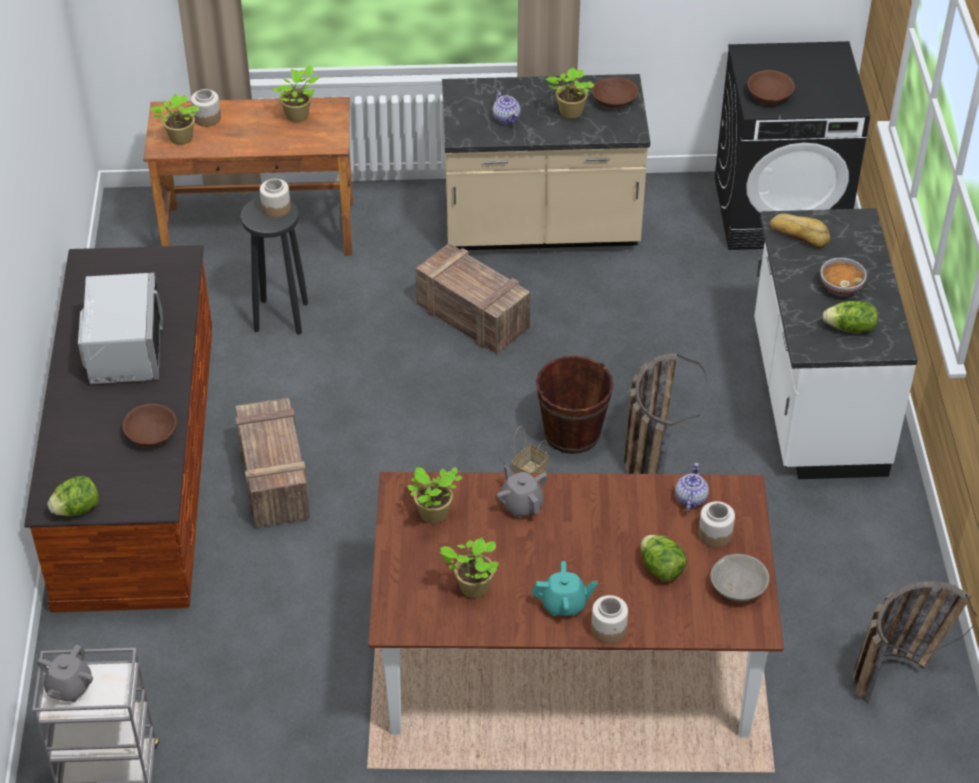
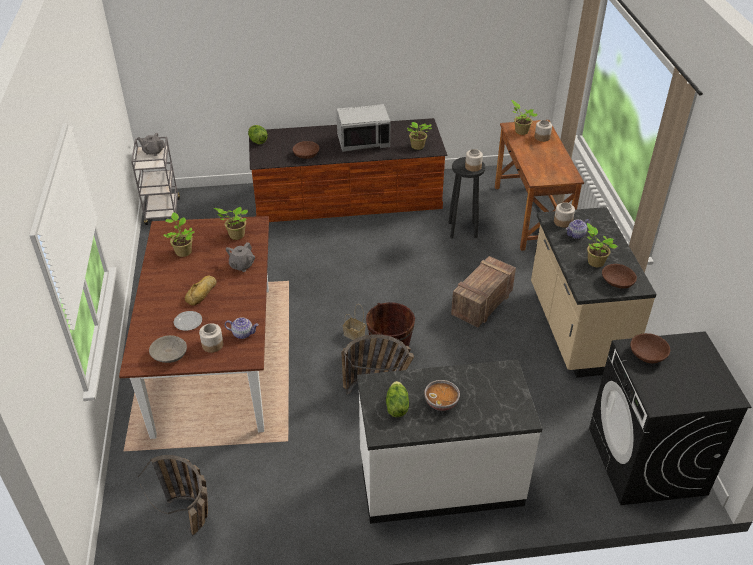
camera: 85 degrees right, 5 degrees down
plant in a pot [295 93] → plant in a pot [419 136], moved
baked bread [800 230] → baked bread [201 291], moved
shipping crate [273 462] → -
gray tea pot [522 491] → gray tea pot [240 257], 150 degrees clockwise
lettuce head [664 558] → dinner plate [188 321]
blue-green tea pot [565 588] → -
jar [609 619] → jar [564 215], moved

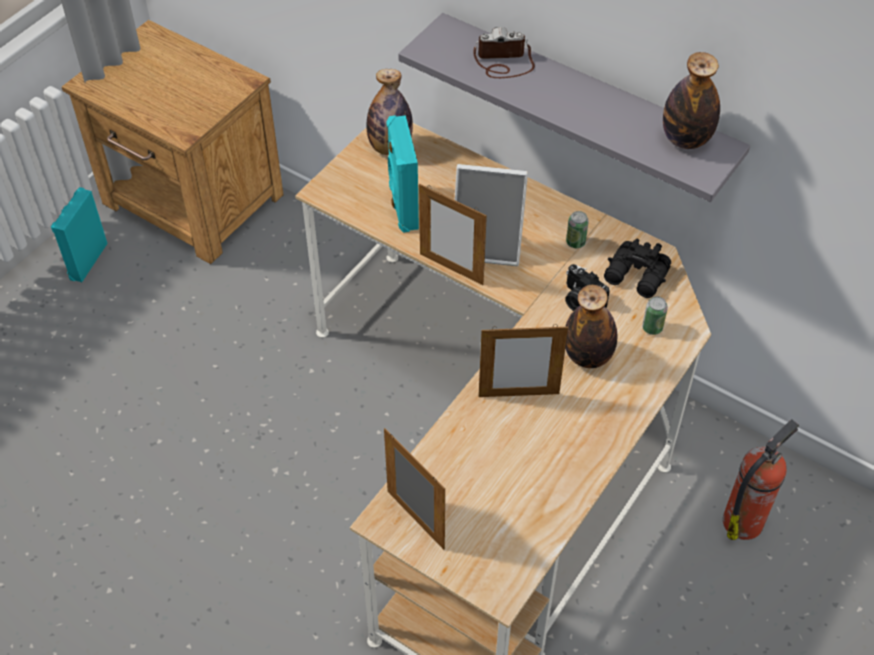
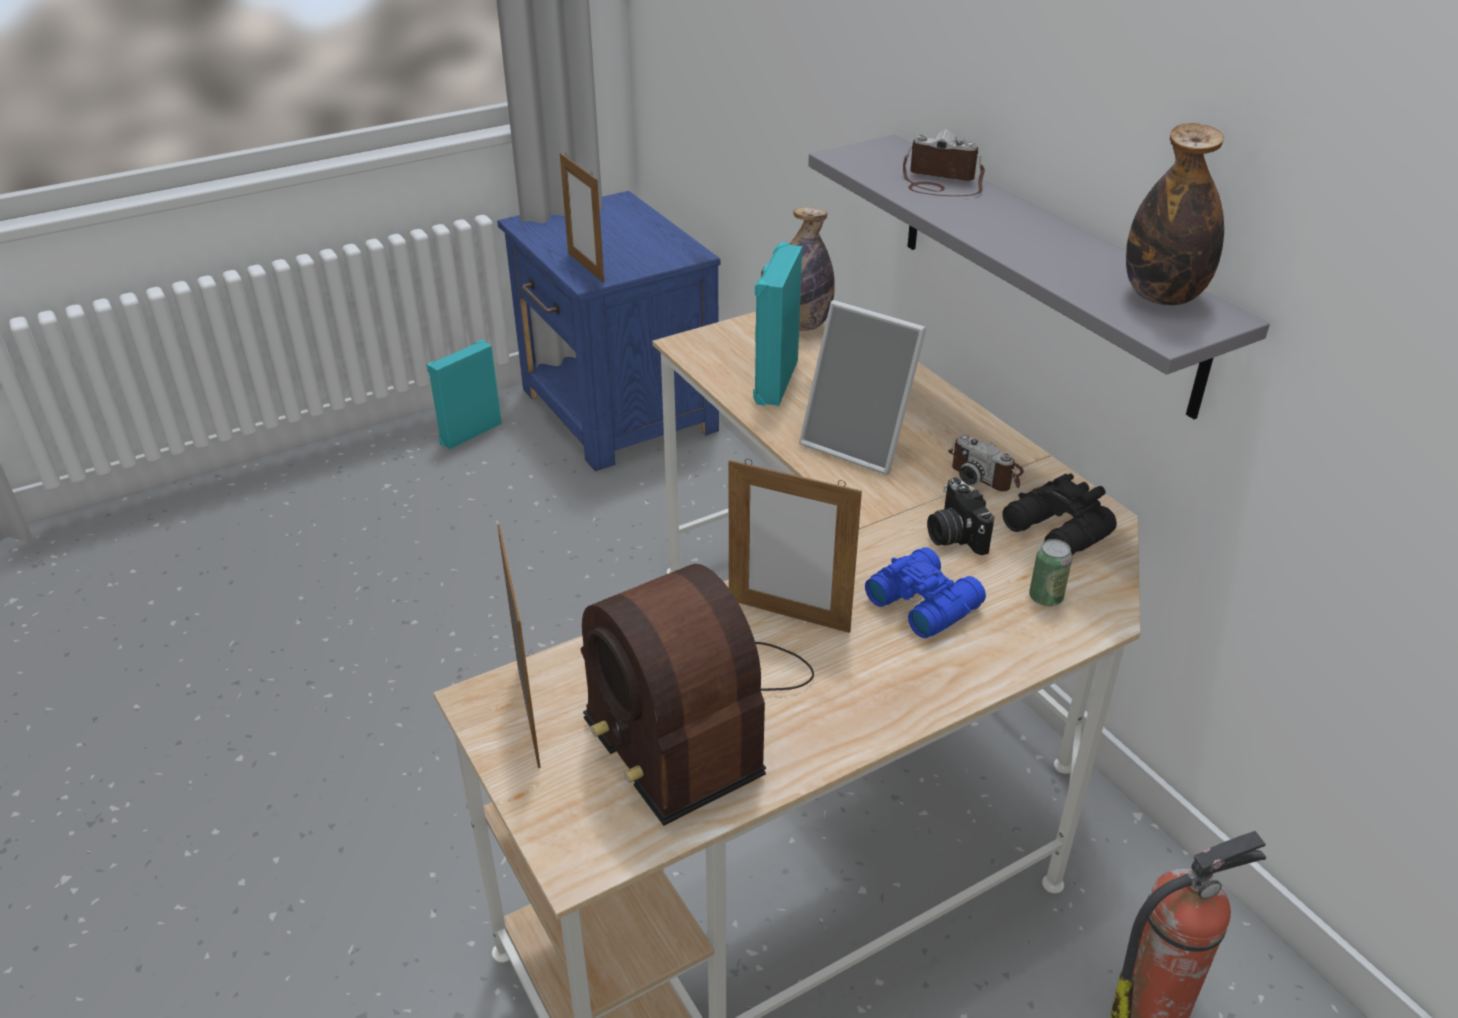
camera: 25 degrees right, 15 degrees down
brownish bedside table [173 142] → bluish bedside table [608 331]
photo frame [453 234] → photo frame [582 218], moved
can [577 229] → photo camera [986 463]
bottle [591 326] → bluish pair of binoculars [925 592]
- → radio [697 695]

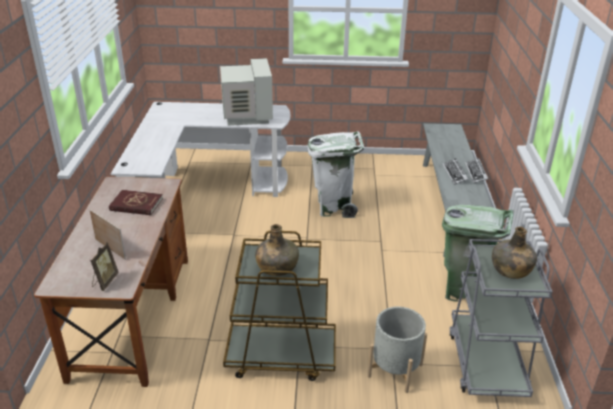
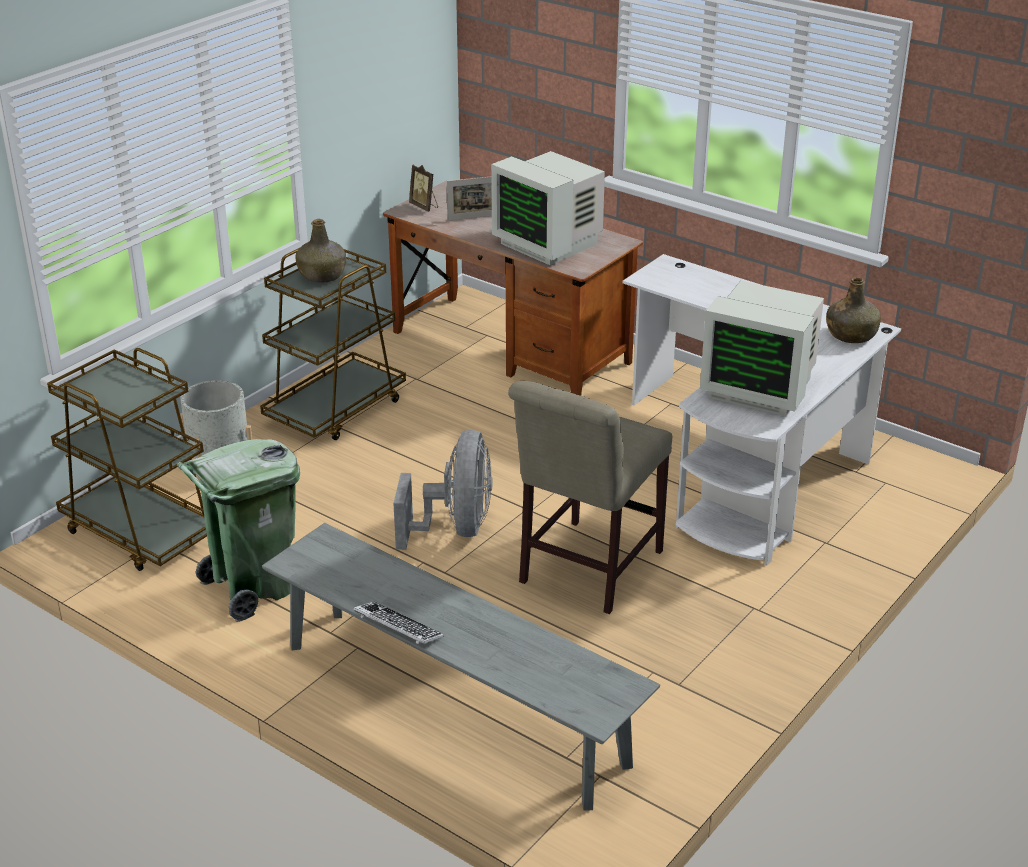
camera: 125 degrees right, 0 degrees up
white trash can [335 174] → beige-coloured chair [590 497]
computer keyboard [455 171] → -
red book [136 202] → computer screen [548 208]
green bottle [514 253] → green bottle [853 310], moved
gray wheeled cart [501 318] → brownish wheeled cart [127 459]
- → gray cooling fan [443 490]

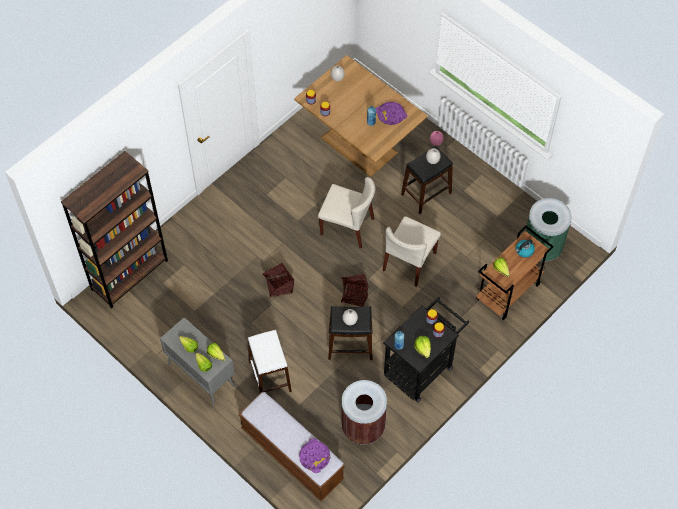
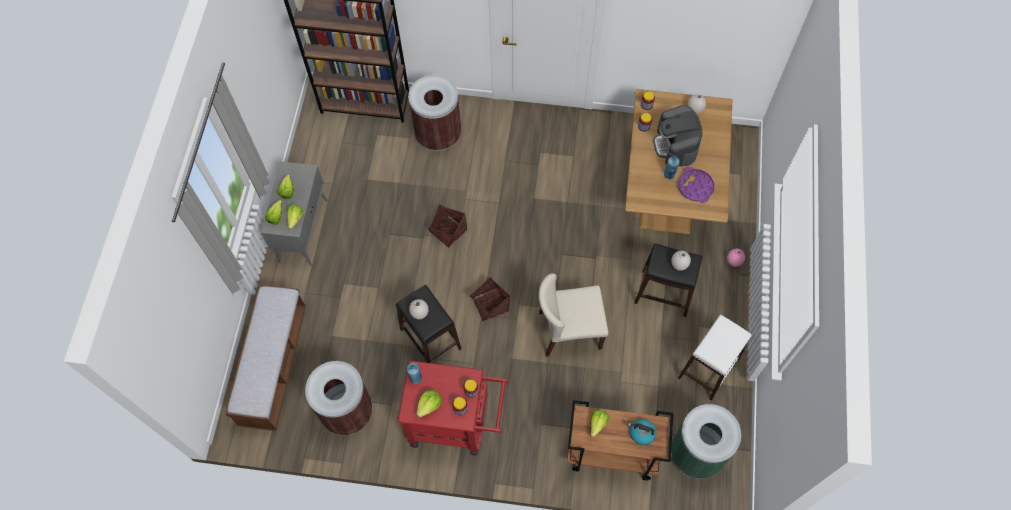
camera: 55 degrees right, 5 degrees up
beige-coloured chair [346 212] → -
black wheeled cart [426 349] → red wheeled cart [453 408]
white sitting stool [270 361] → white sitting stool [715 358], moved
purple serving tray [314 455] → -
- → brownish trash can [434 113]
- → coffee brewer [677 136]

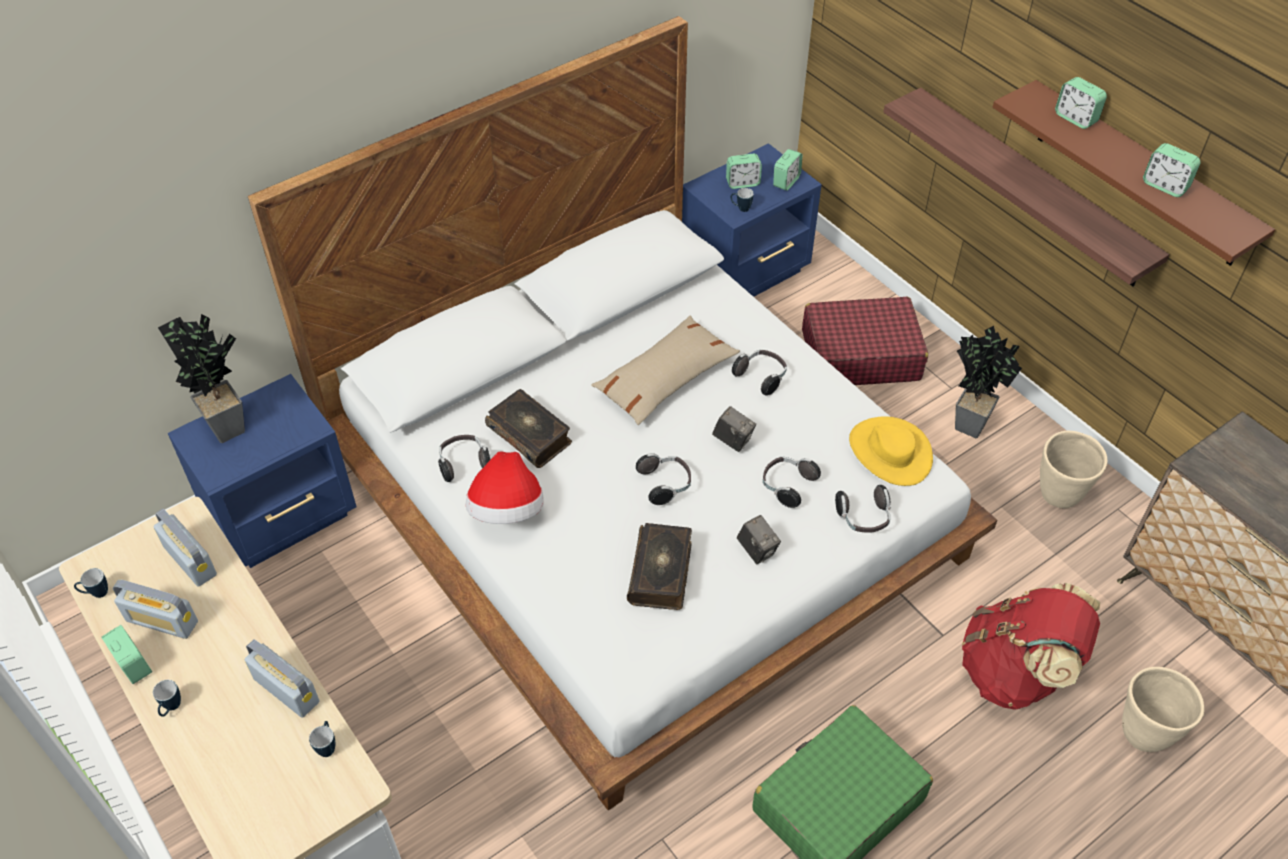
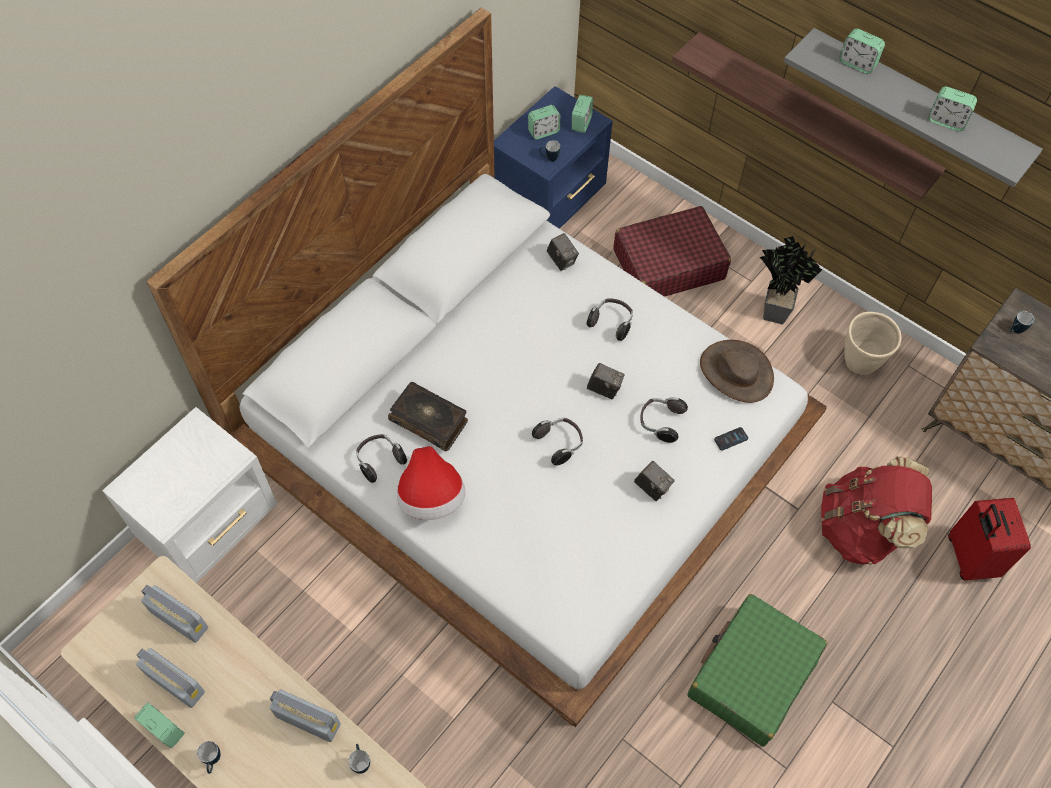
camera: 15 degrees left, 10 degrees up
brownish bracket shelf [1134 173] → gray bracket shelf [913 107]
plant in a pot [201 378] → -
beige-coloured pillow [665 370] → -
bluish bedside table [262 471] → white bedside table [189 495]
yellow-coloured wearable hat [891 451] → brownish wearable hat [737 371]
headphones [863 509] → phone [731 439]
book [659 566] → -
coffee mug [91 583] → coffee mug [1022 322], moved
radio [155 609] → radio [170 678], 150 degrees counterclockwise
beige-coloured flower pot [1163 709] → red suitcase [989 539]
- → photo camera [563 252]

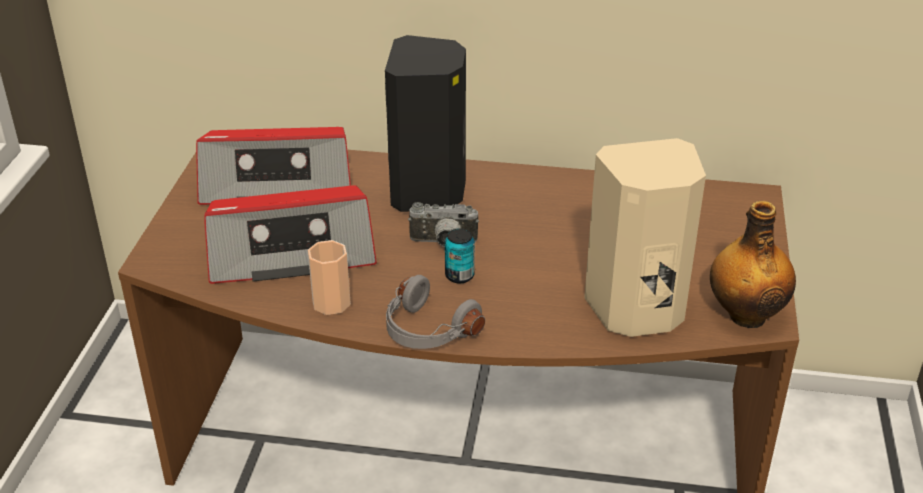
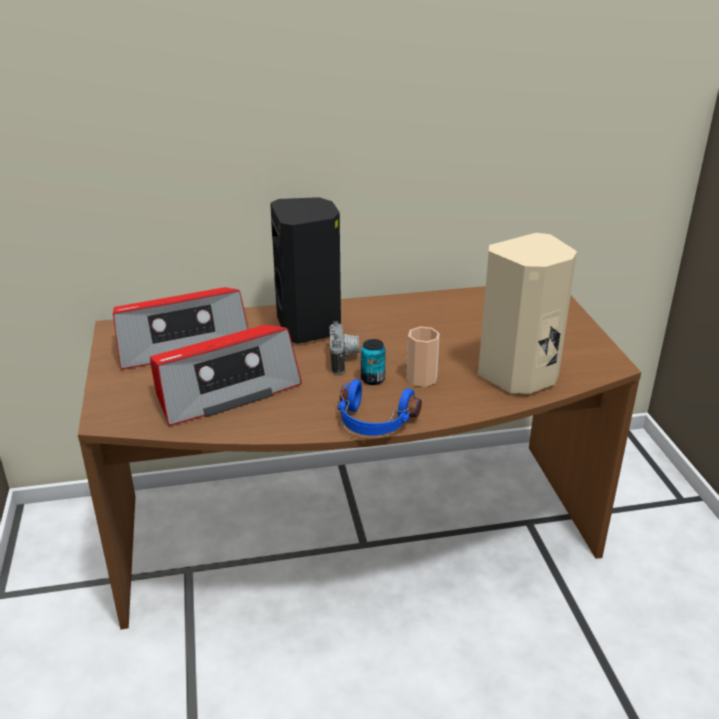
camera: 20 degrees left, 5 degrees down
bottle [753 264] → -
photo camera [443 224] → photo camera [344 347], 75 degrees counterclockwise
small cup [329 277] → small cup [423 357], moved
gray headphones [435 312] → bluish headphones [380 407]

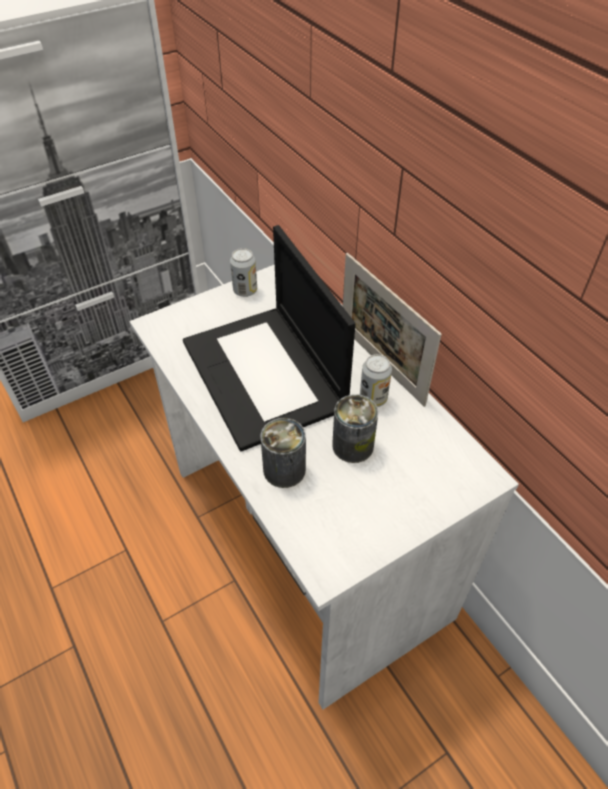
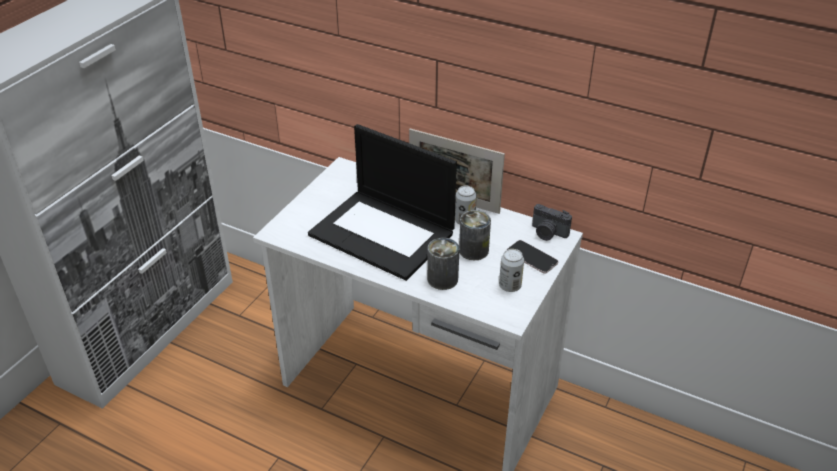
camera: 30 degrees left, 10 degrees down
can [243 272] → can [511 270], moved
- → photo camera [552 222]
- → phone [532 256]

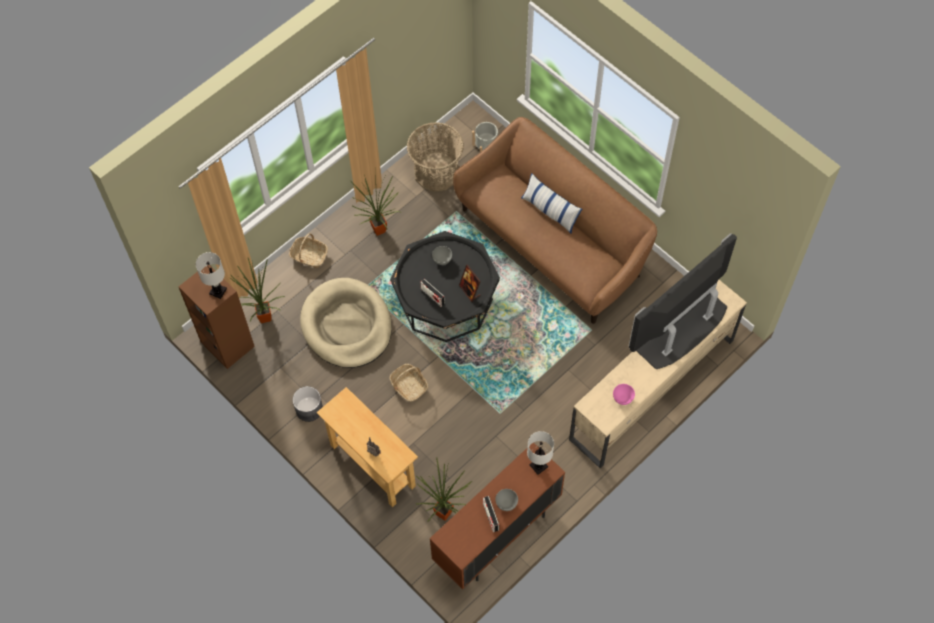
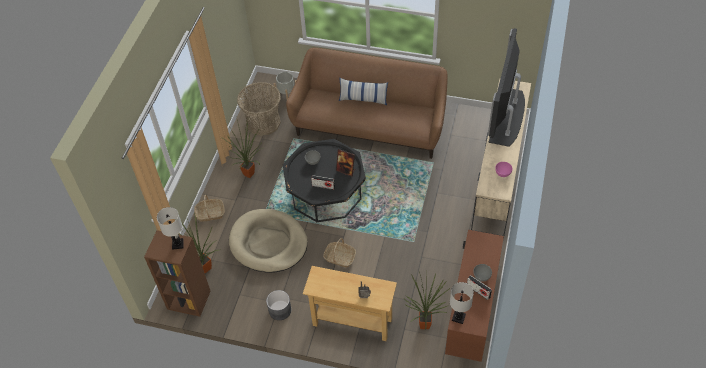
camera: 30 degrees left, 10 degrees down
white table lamp [540 453] → white table lamp [462 303], moved

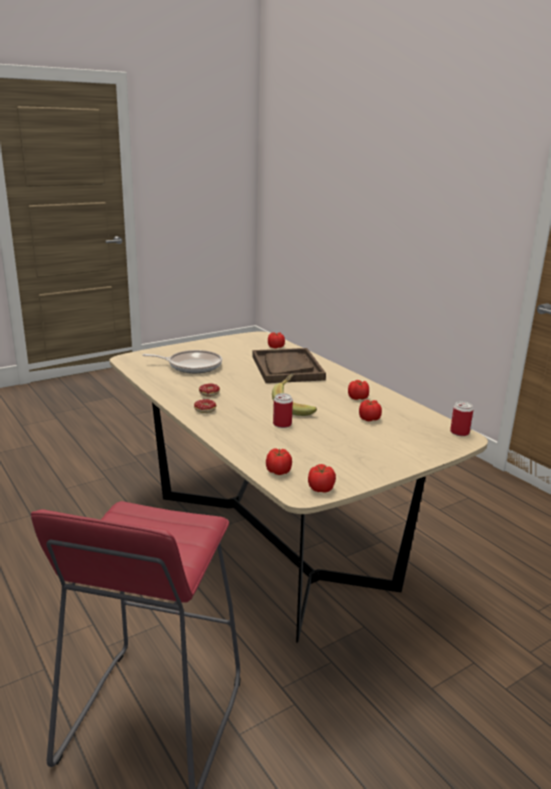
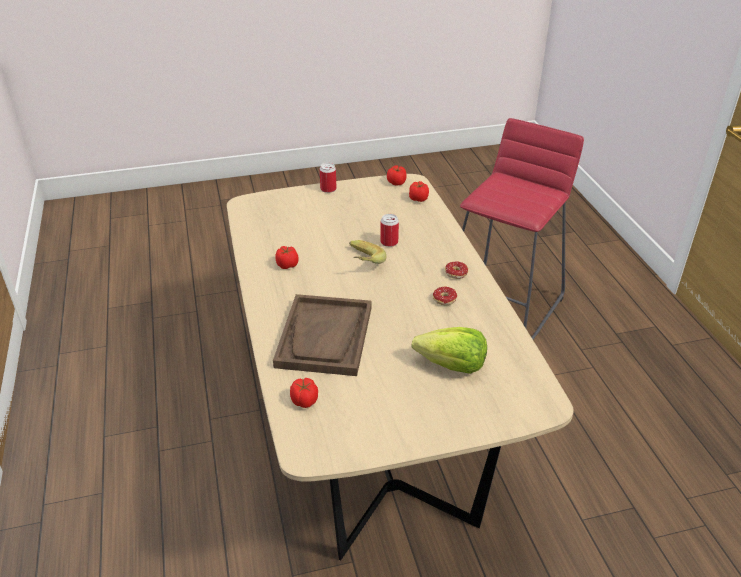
camera: 160 degrees left, 15 degrees up
pan [182 361] → lettuce head [449 350]
whole tomato [370 410] → -
can [461 418] → can [328 178], moved

